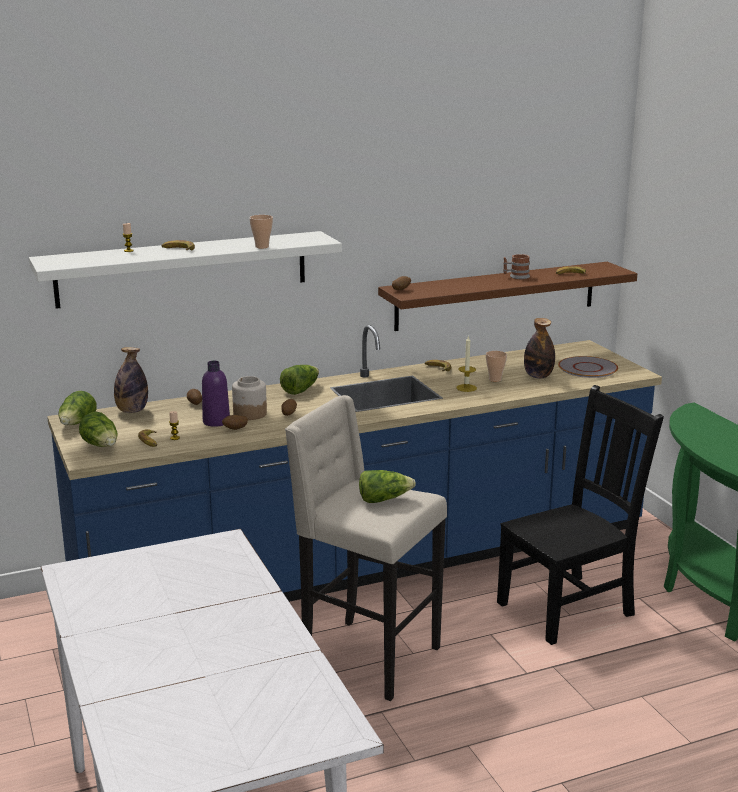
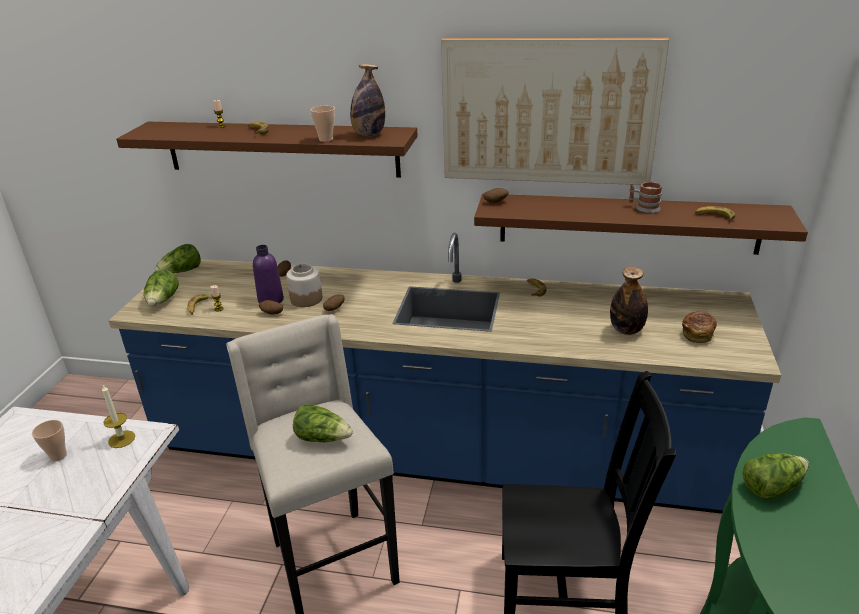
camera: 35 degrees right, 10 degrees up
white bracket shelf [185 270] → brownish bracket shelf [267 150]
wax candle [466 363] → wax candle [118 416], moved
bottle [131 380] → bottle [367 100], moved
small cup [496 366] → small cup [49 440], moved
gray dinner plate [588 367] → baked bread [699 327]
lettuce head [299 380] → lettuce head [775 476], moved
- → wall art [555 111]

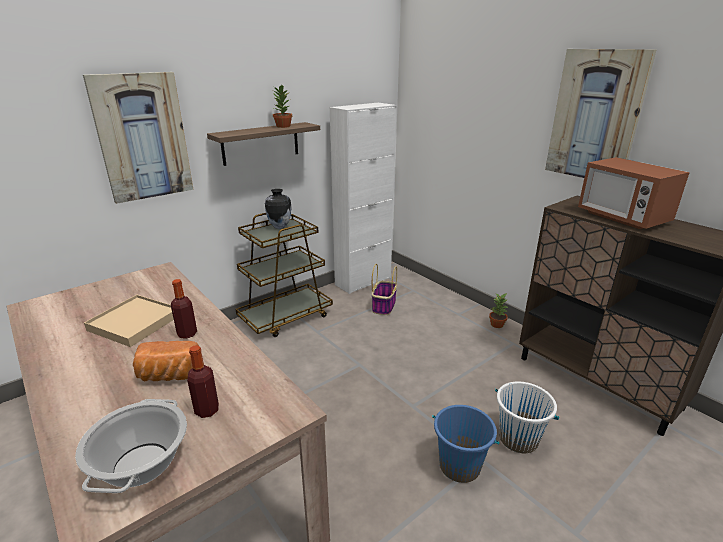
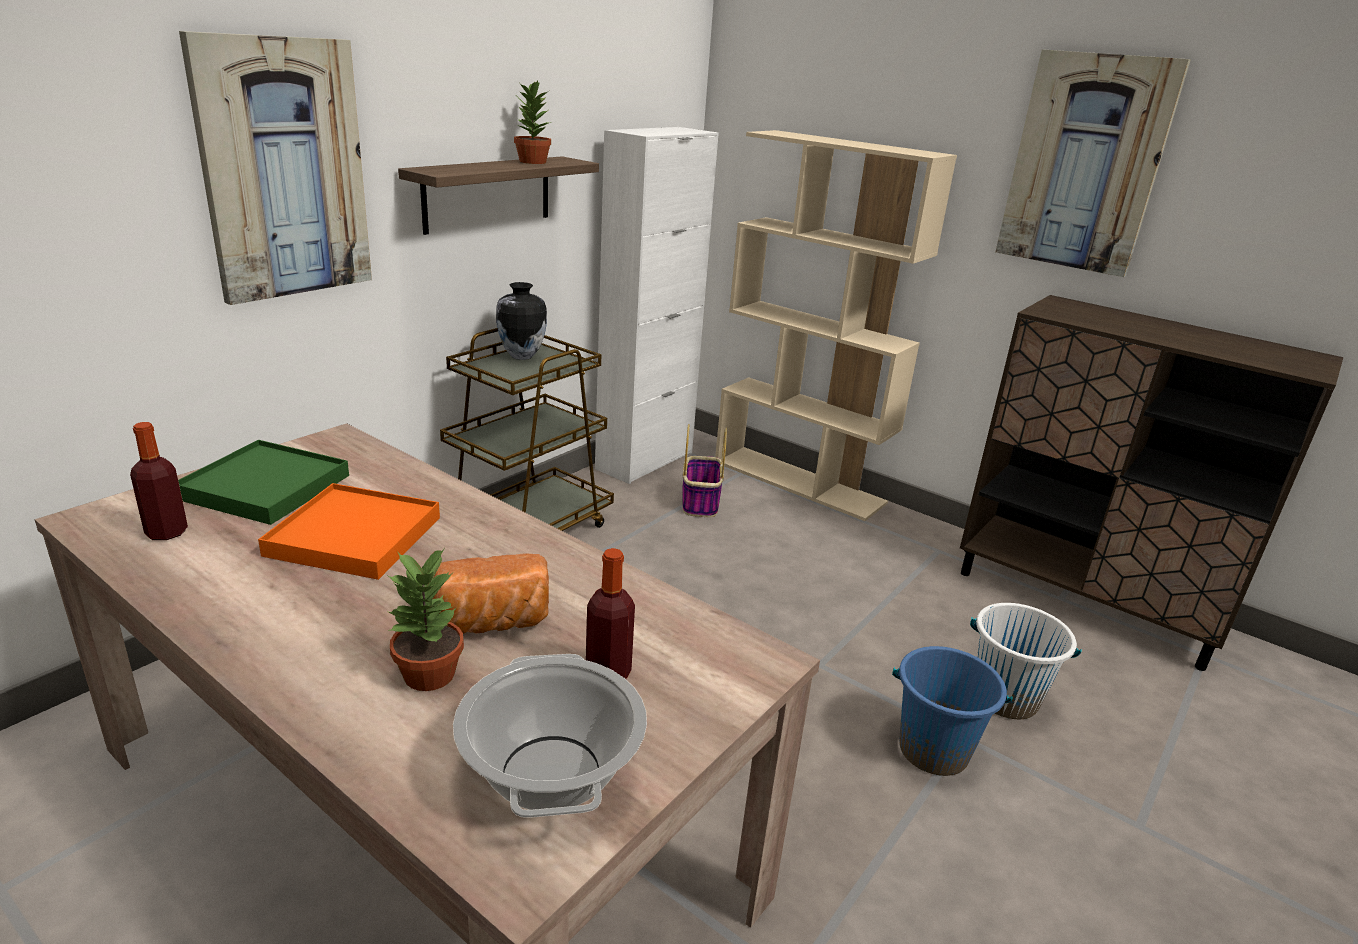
camera: 15 degrees left, 0 degrees up
microwave [634 193] → -
bottle [184 309] → bottle [159 481], moved
plant in a pot [498 310] → plant in a pot [426 619], moved
beige-coloured serving tray [129 321] → orangey serving tray [349 531]
- → beige-coloured bookcase [836 325]
- → green serving tray [263 482]

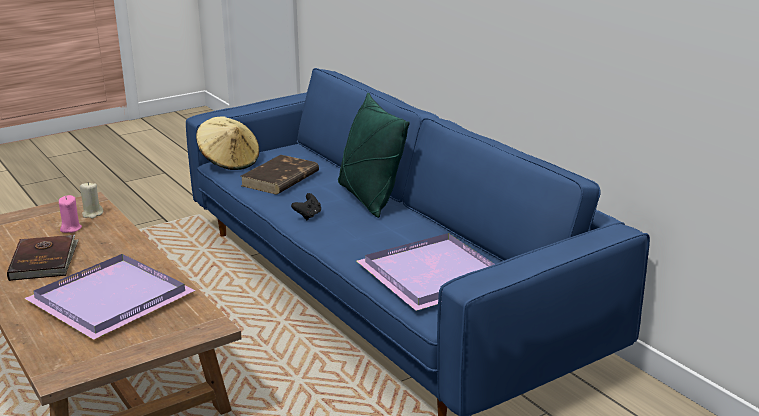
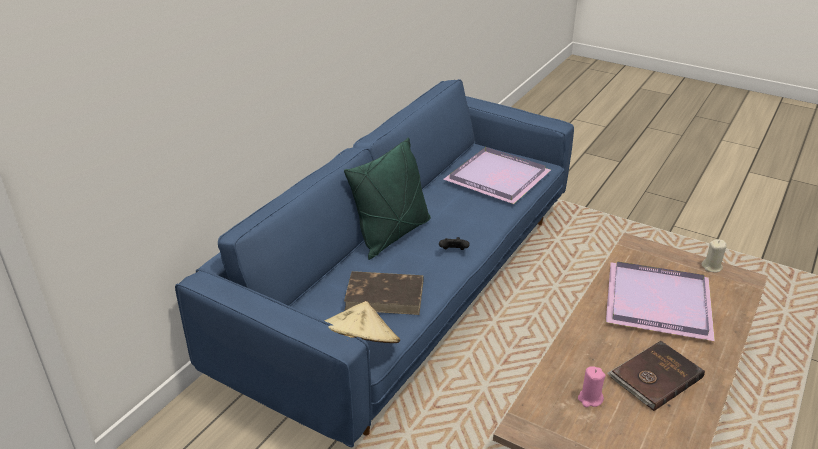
camera: 115 degrees left, 10 degrees up
beige-coloured wax candle [91 200] → beige-coloured wax candle [714 256], moved

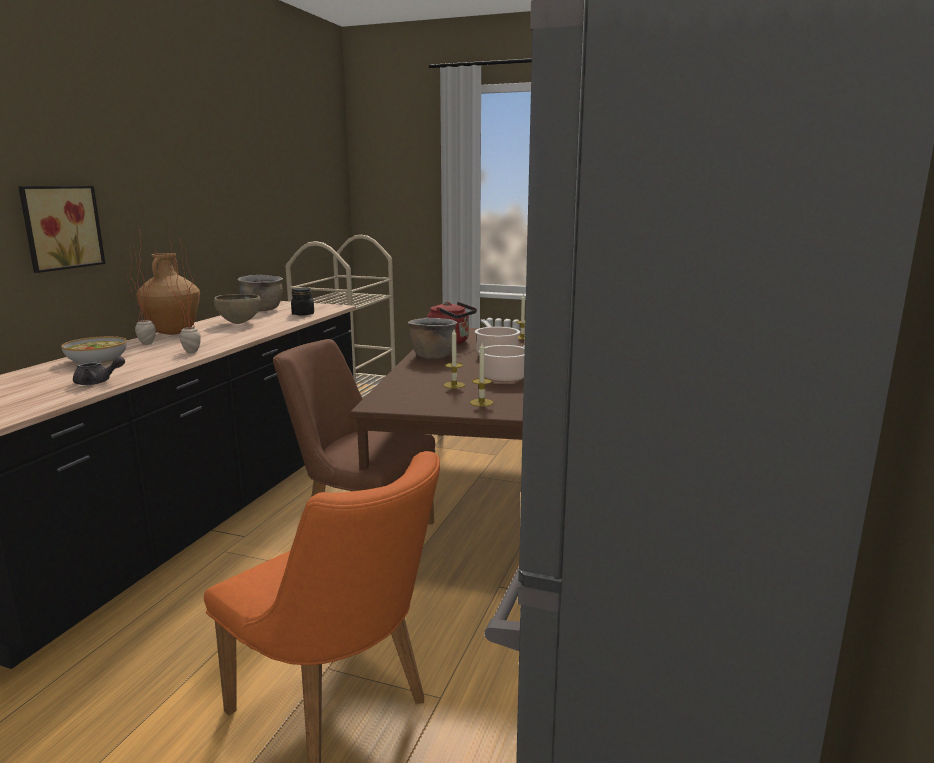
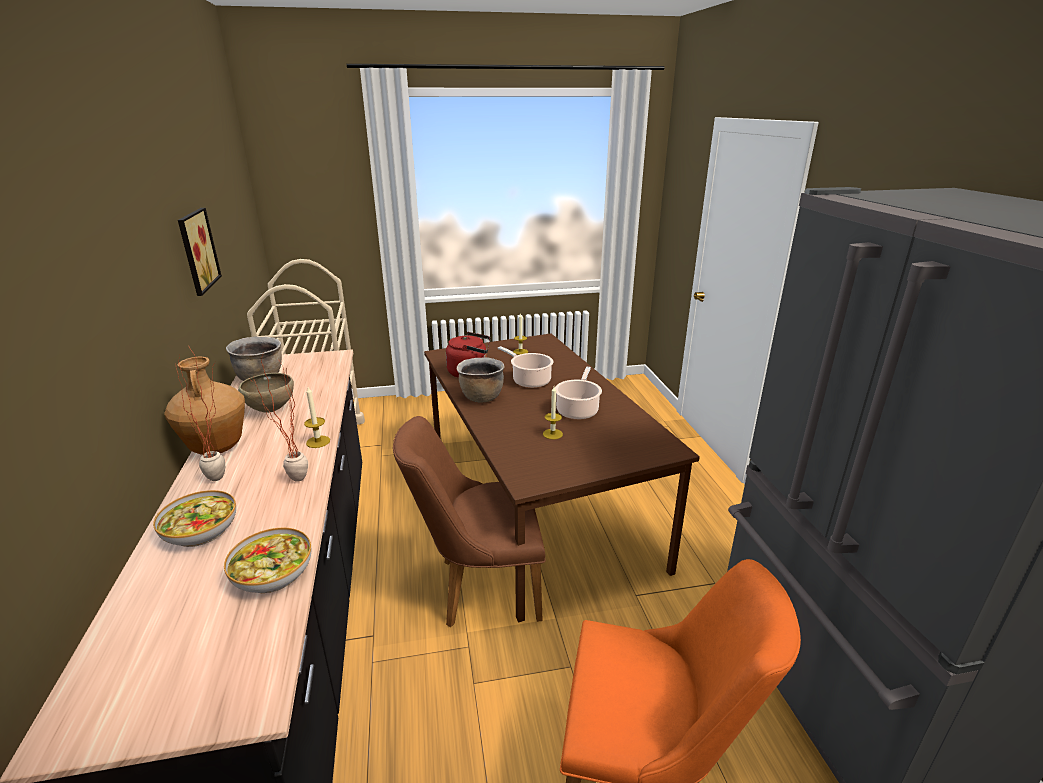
camera: 30 degrees left, 10 degrees up
wall art [61 229] → wall art [200 252], moved
black jar [302 302] → -
wax candle [481 375] → wax candle [317 417], moved
gray tea pot [99 370] → deep dish [267 560]

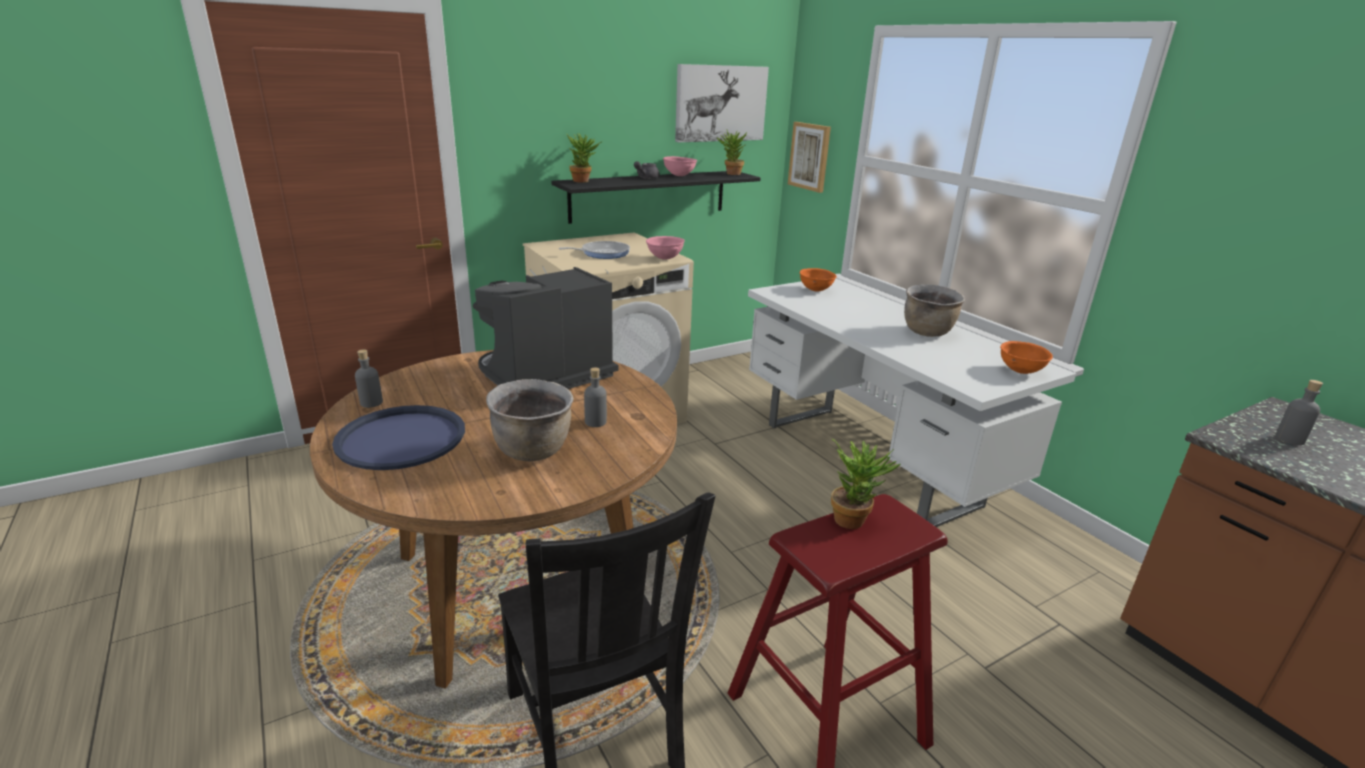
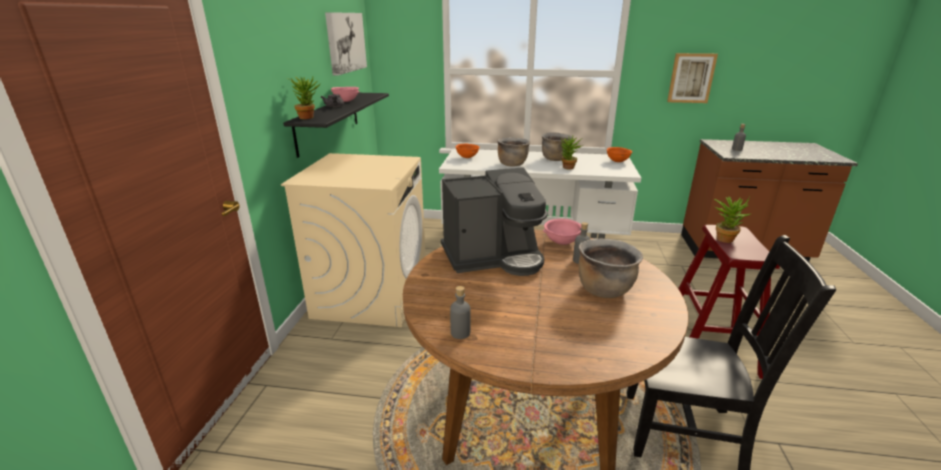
camera: 50 degrees left, 0 degrees up
wall art [809 157] → wall art [692 78], moved
plant in a pot [732 153] → plant in a pot [572 153], moved
pink-coloured deep dish [665 248] → pink-coloured deep dish [562 232], moved
pan [594 250] → -
coffee brewer [546 328] → coffee brewer [494 221], 105 degrees counterclockwise
bluish serving tray [398 437] → -
- → brownish stockpot [513 151]

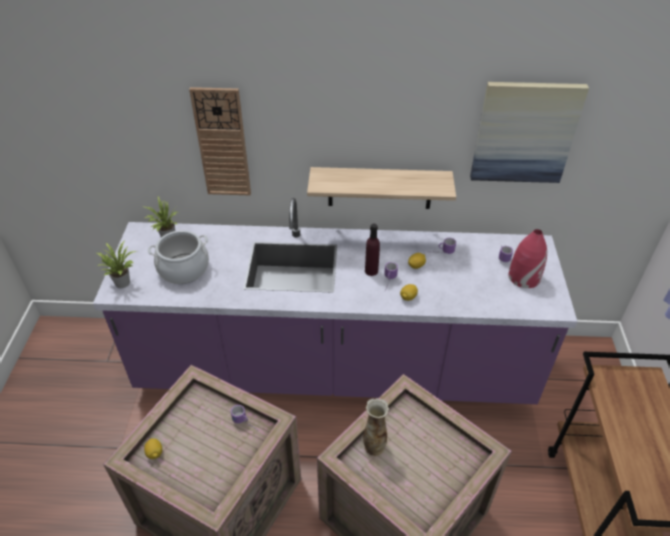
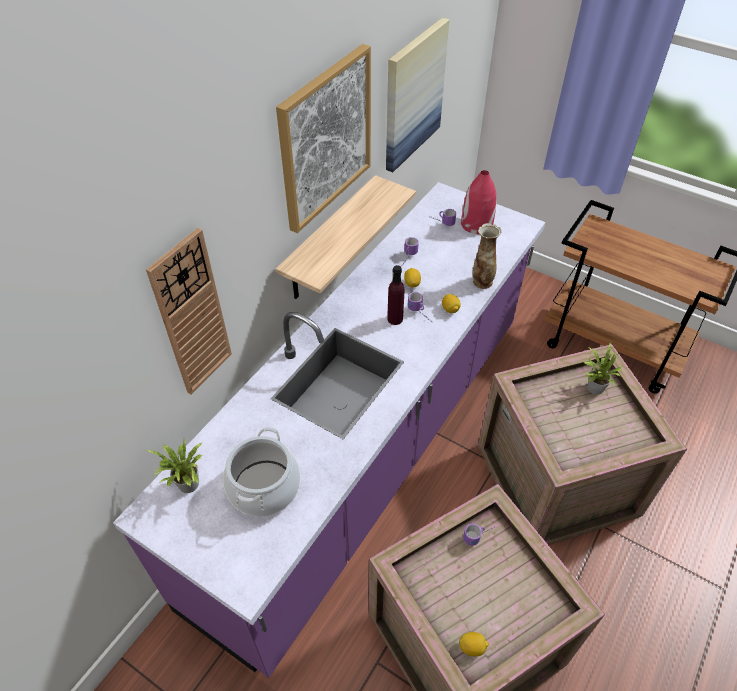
camera: 60 degrees left, 5 degrees up
plant in a pot [116 264] → plant in a pot [603 368], moved
decorative vase [376 427] → decorative vase [487 256], moved
- → wall art [323 138]

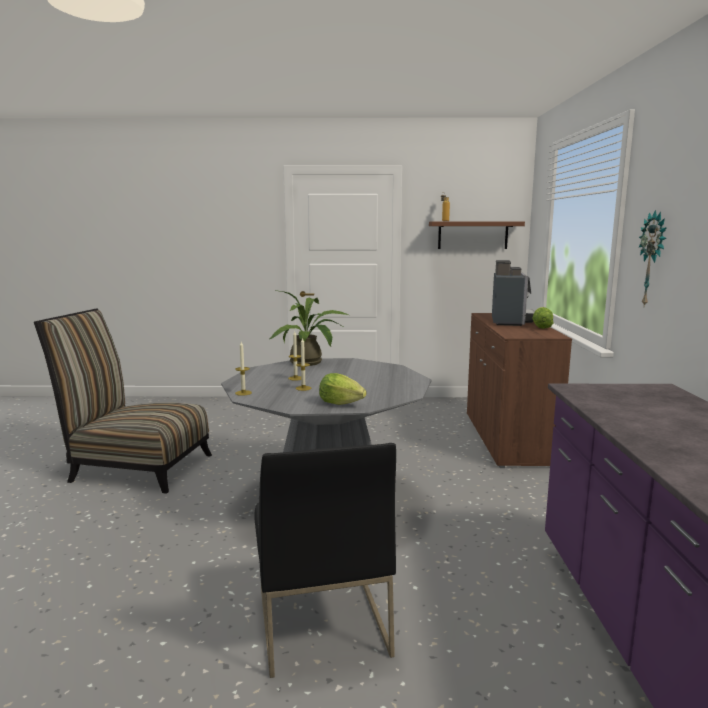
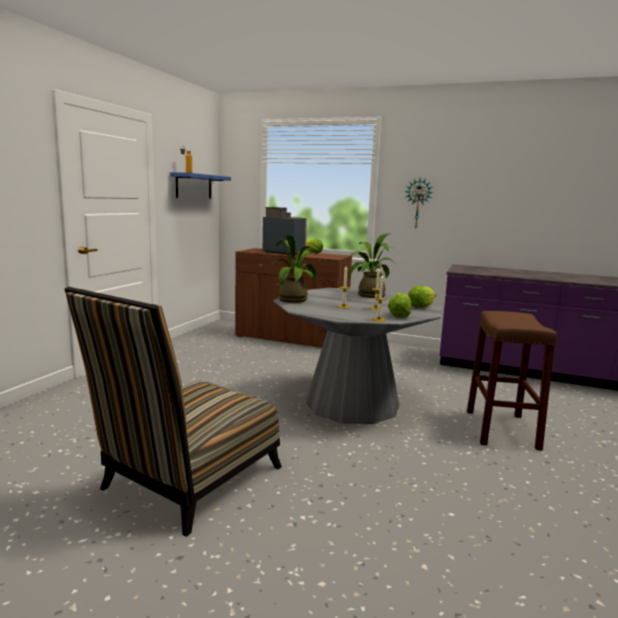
camera: 70 degrees left, 0 degrees up
brownish bracket shelf [477 235] → bluish bracket shelf [200 185]
black chair [325 560] → brownish sitting stool [512 381]
- → plant in a pot [372 265]
- → lettuce head [399 305]

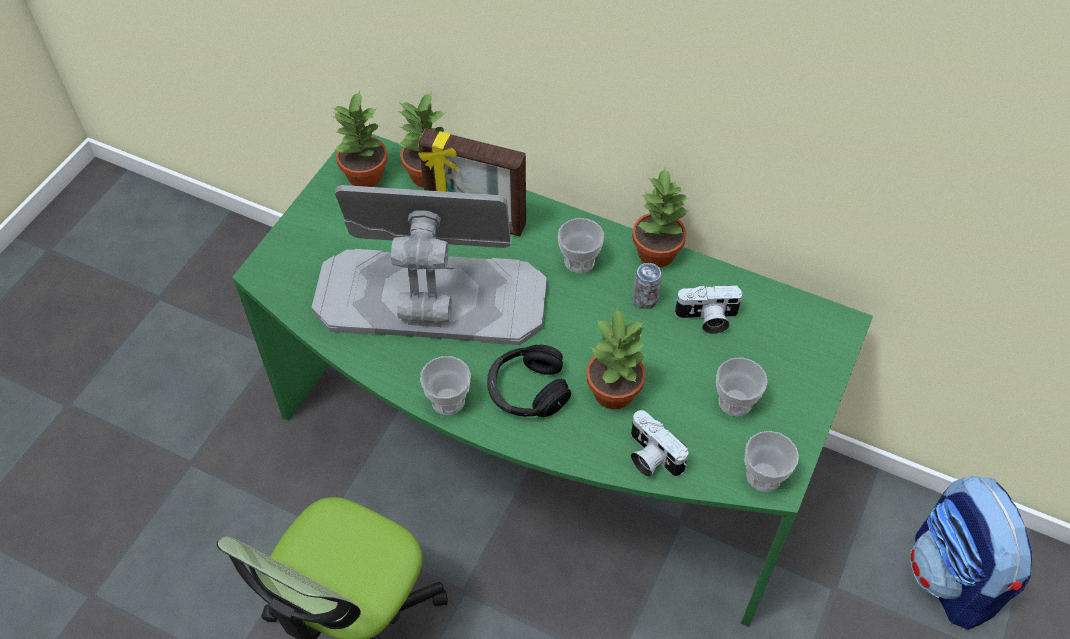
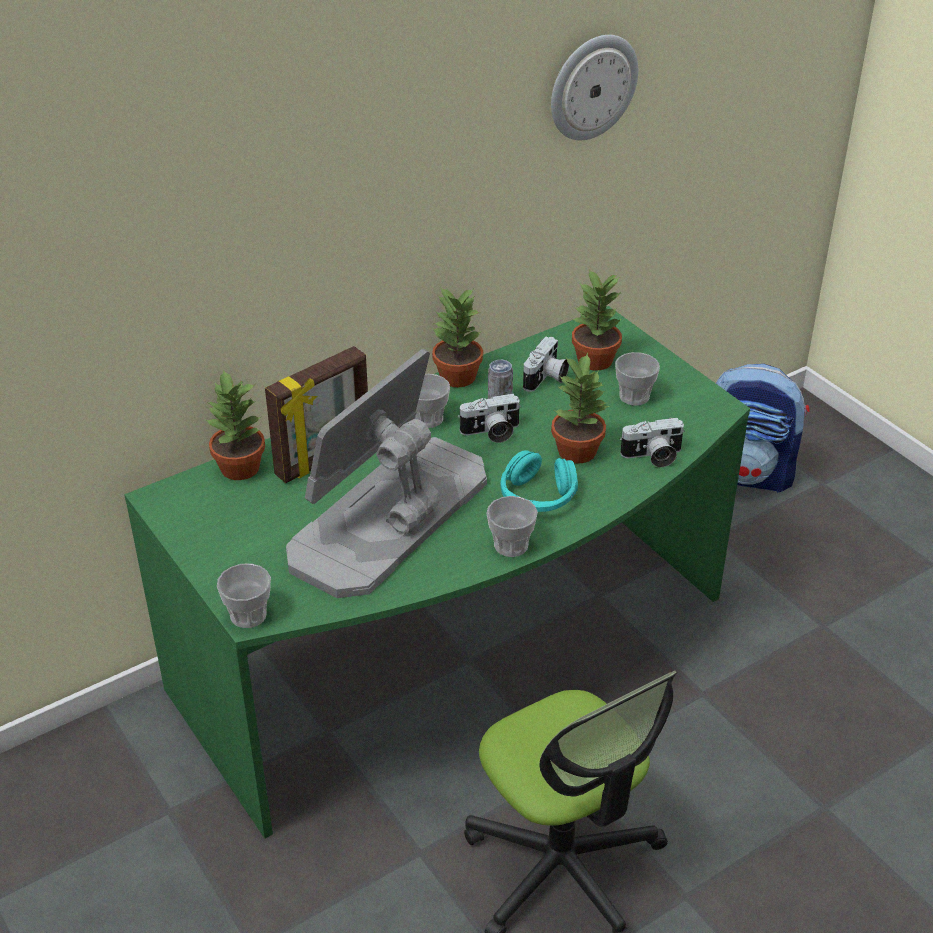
camera: 60 degrees left, 15 degrees down
plant in a pot [360 139] → plant in a pot [597 320], moved
black headphones [529 381] → blue-green headphones [539 481]
small cup [772 461] → small cup [244 596], moved
- → clock on the wall [594 87]
- → photo camera [489 418]

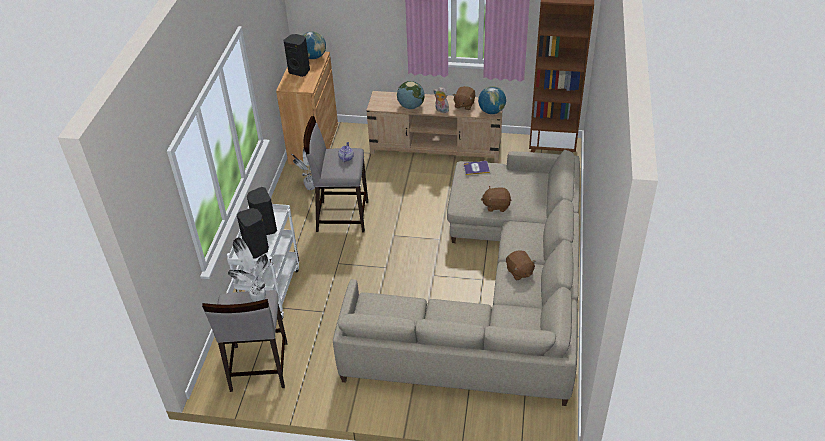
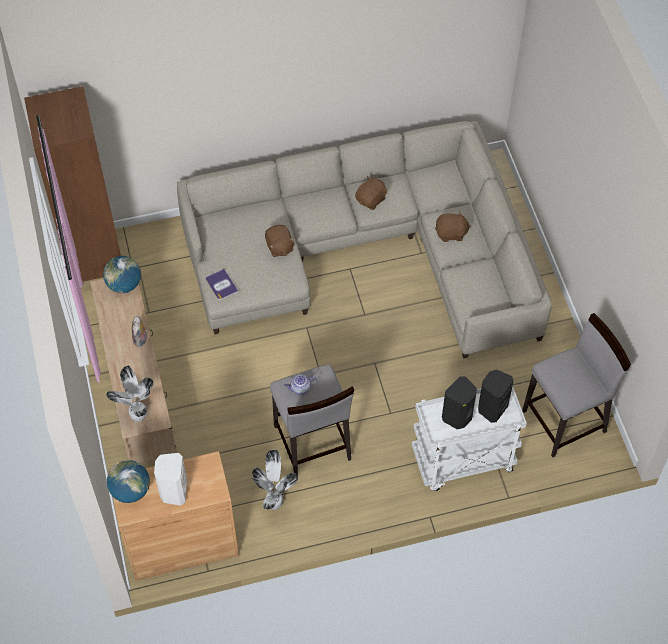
camera: 115 degrees left, 15 degrees up
black audio speaker [297 55] → white audio speaker [170 479]
world globe [411 95] → -
brownish cuddly toy [464 98] → brownish cuddly toy [453 227], moved
plant in a pot [248 269] → plant in a pot [130 394], moved

